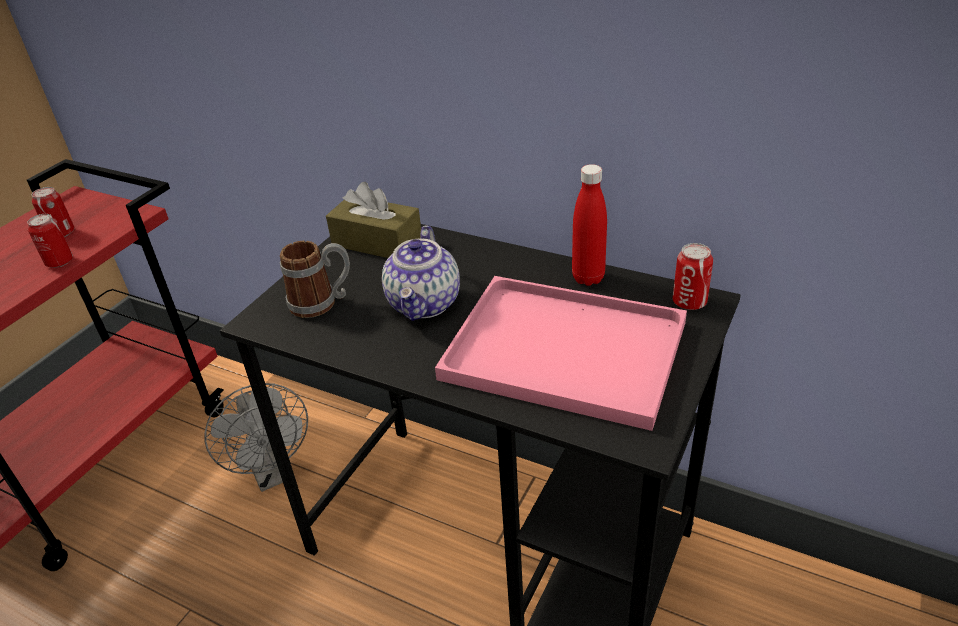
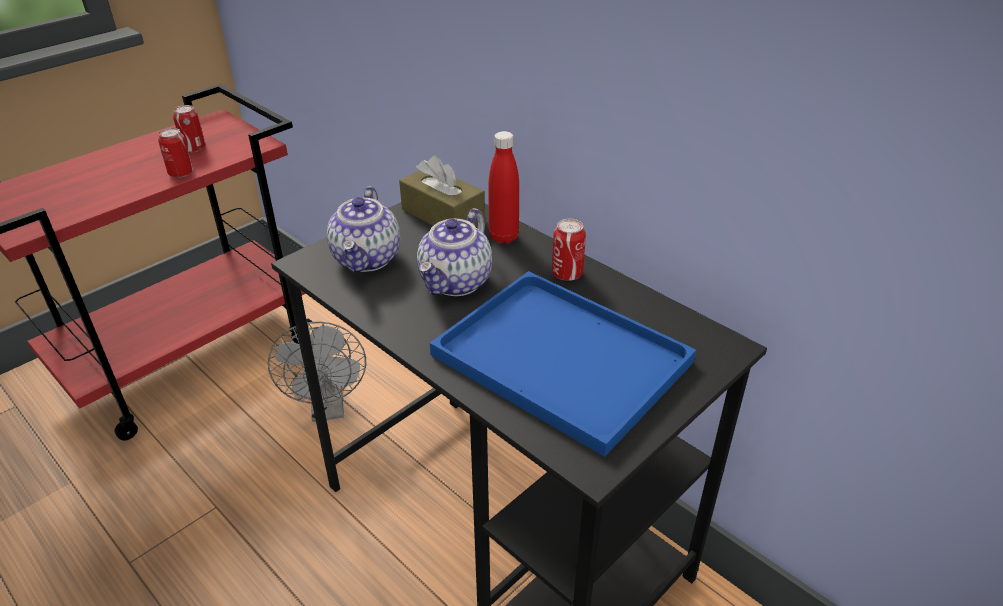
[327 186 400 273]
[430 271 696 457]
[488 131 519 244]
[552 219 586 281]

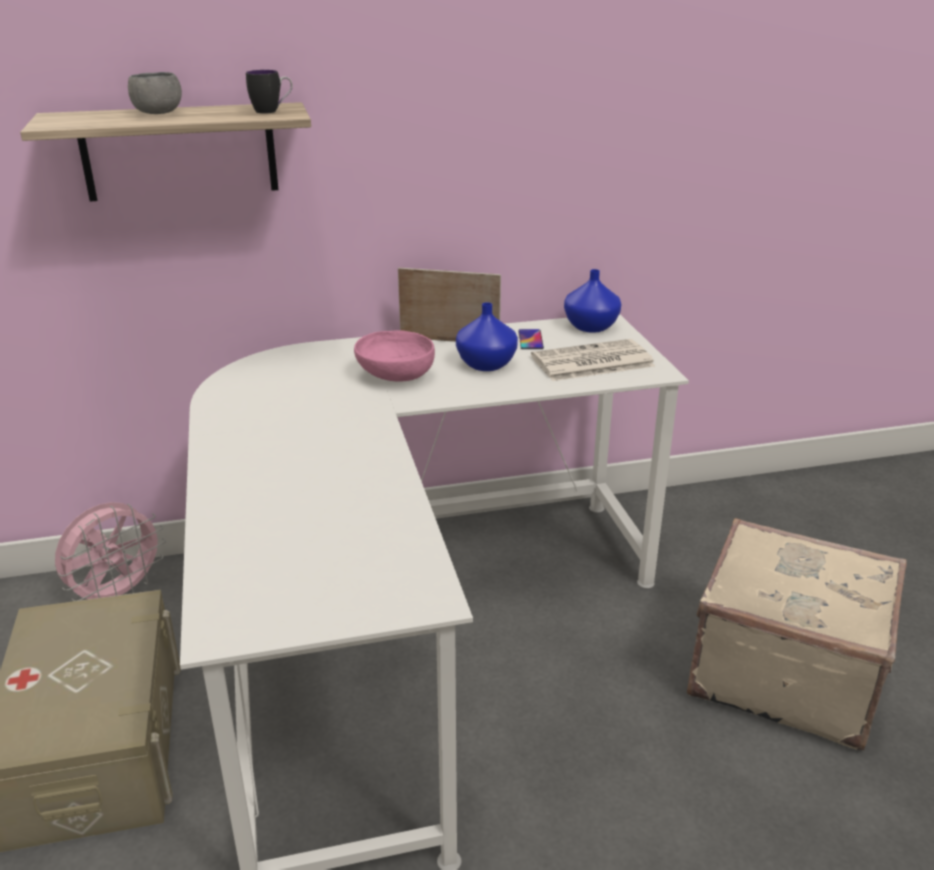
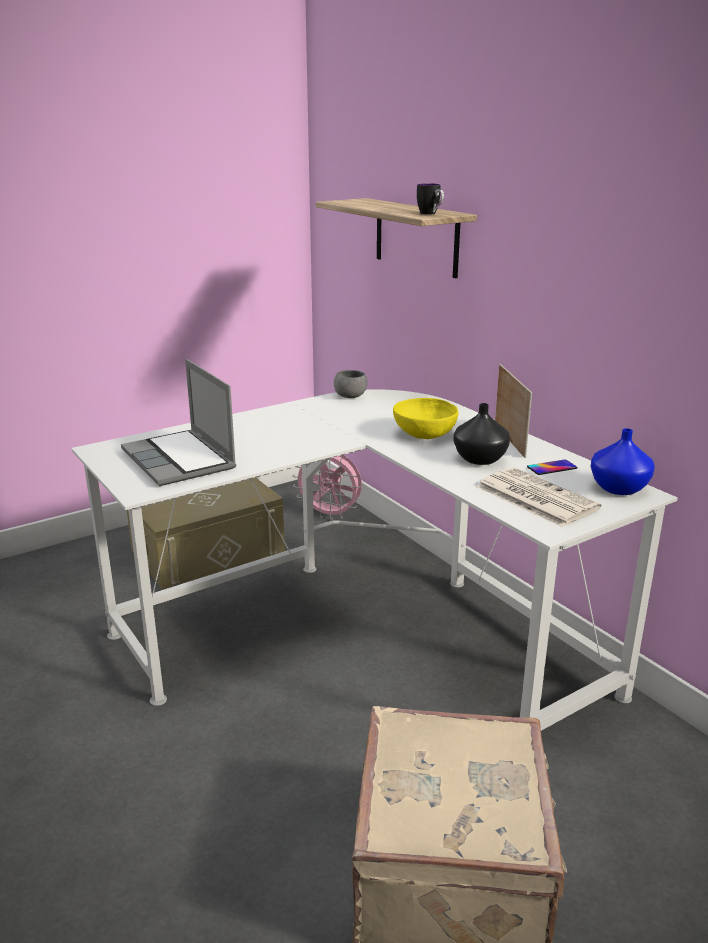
[121 359 236 486]
[334 370 368 398]
[393 398 459 439]
[454 403 510 465]

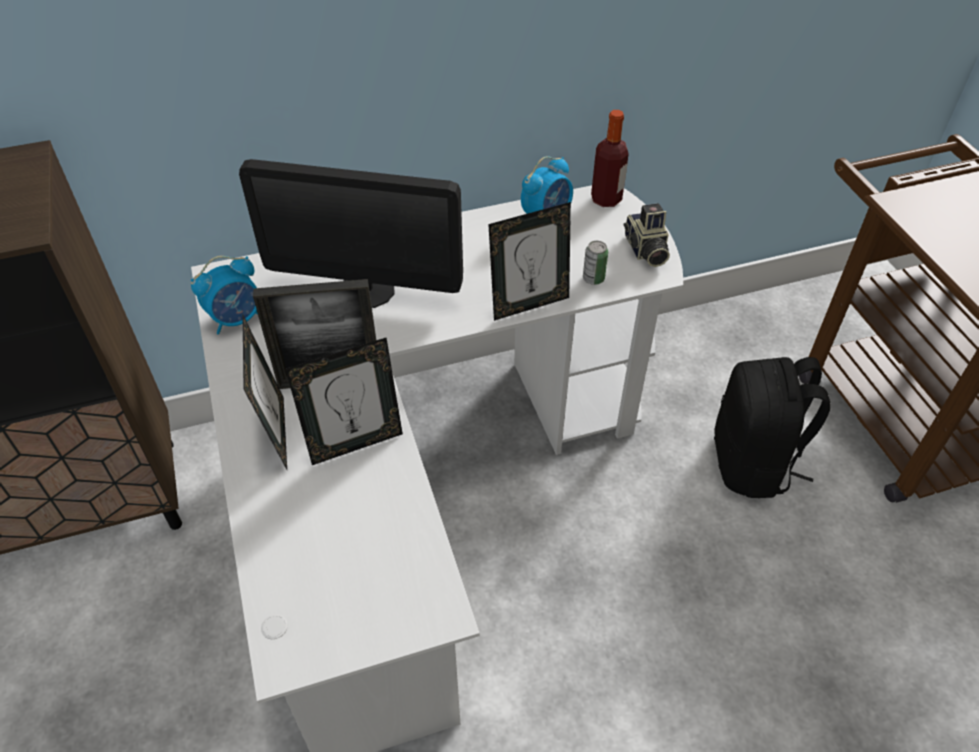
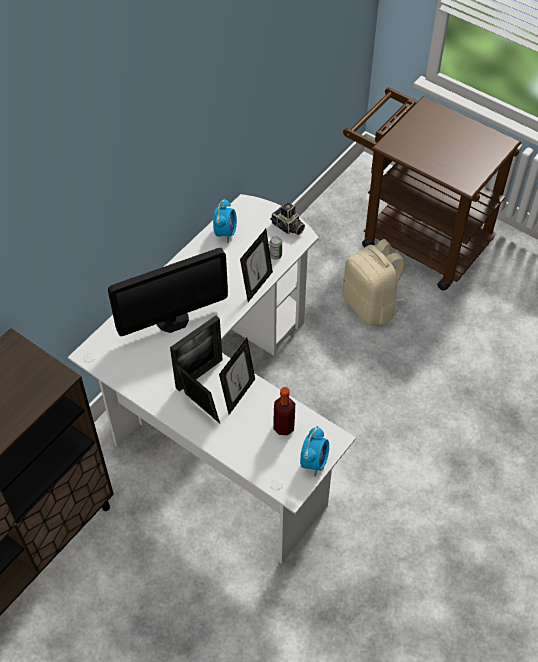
[274 387 295 436]
[300 426 329 477]
[343 239 405 326]

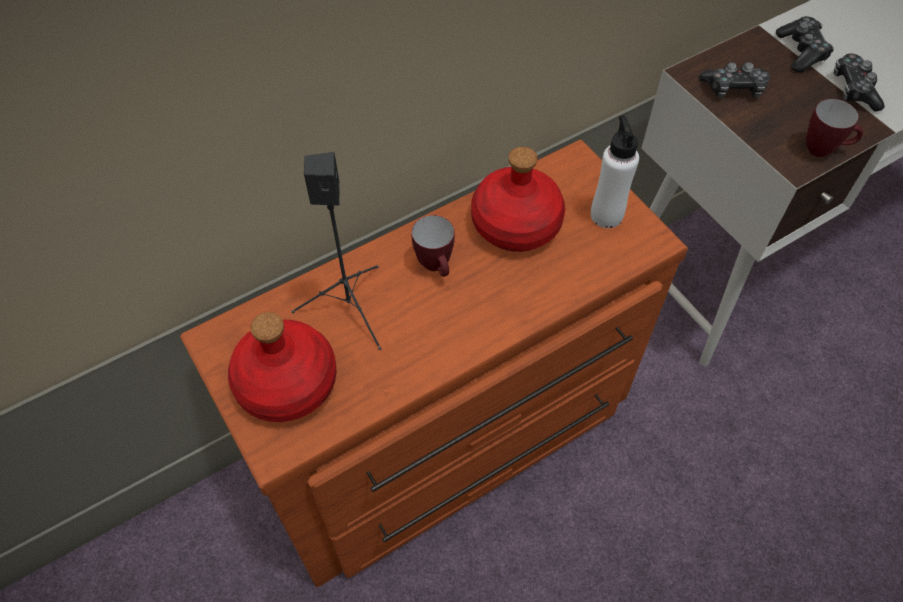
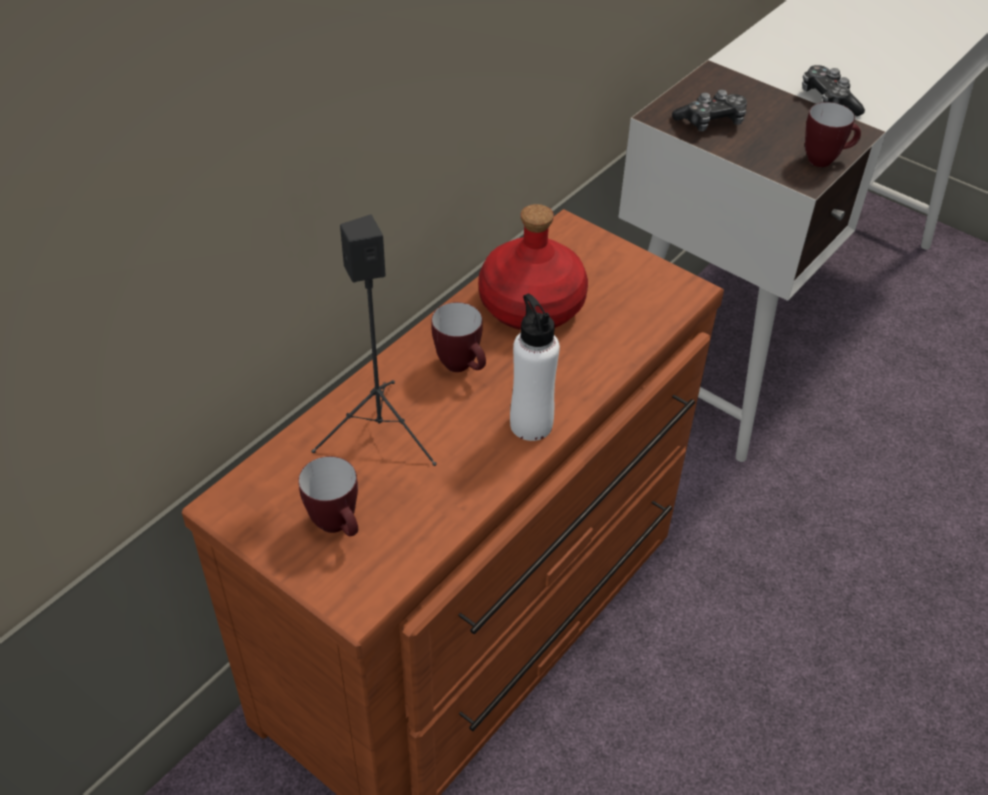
[298 456 358 536]
[510 294 560 441]
[776 16 834 72] (first image)

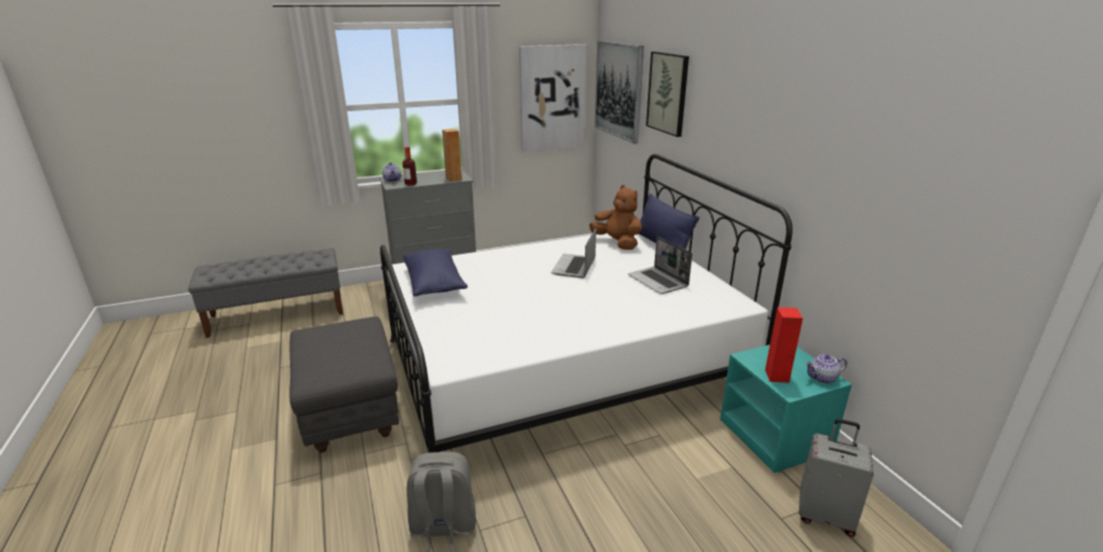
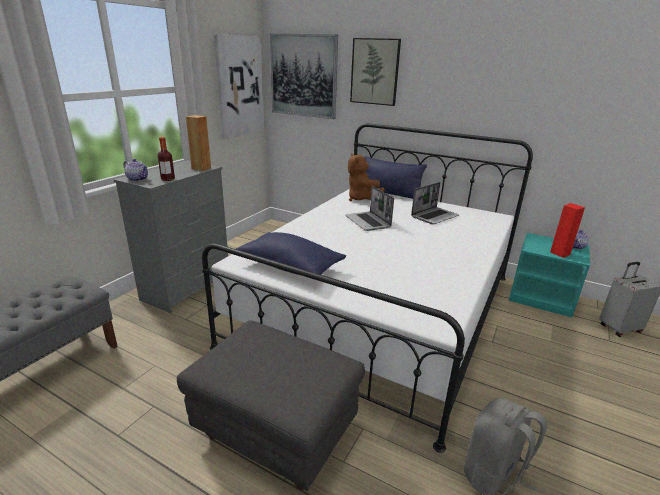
[348 153 385 201]
[411 182 459 224]

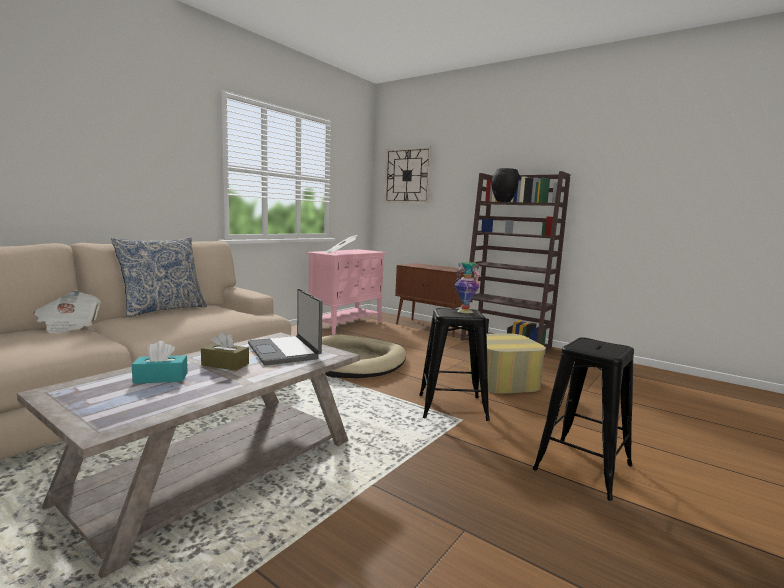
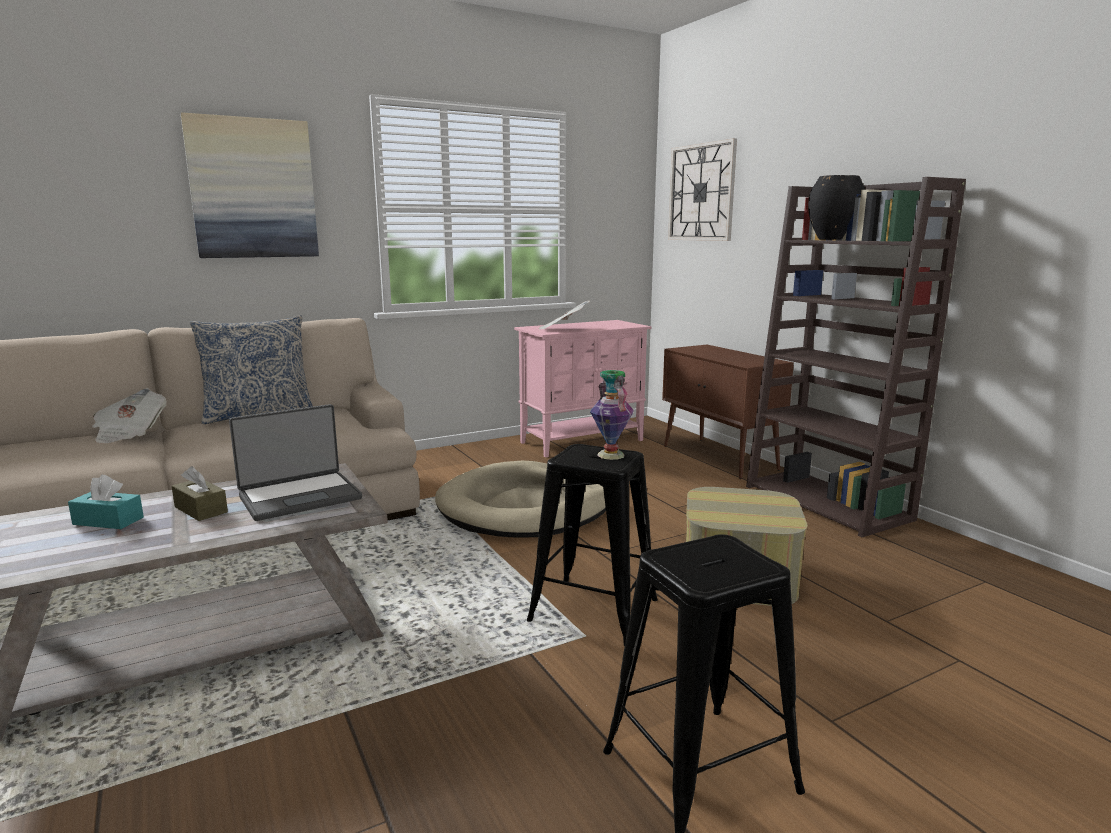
[181 112 319 258]
[229 404 362 521]

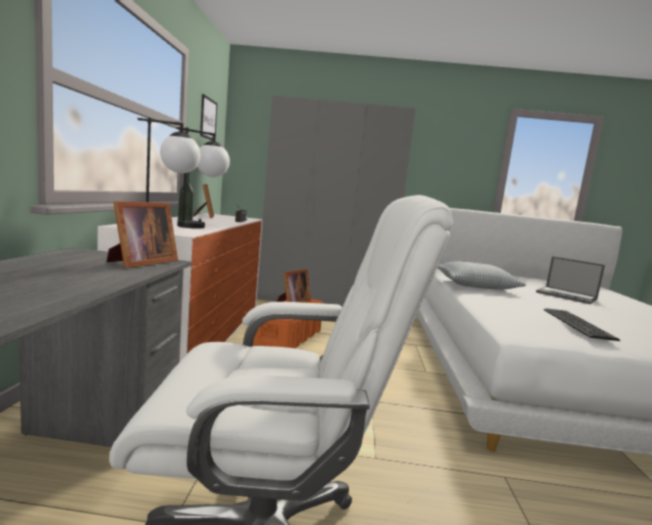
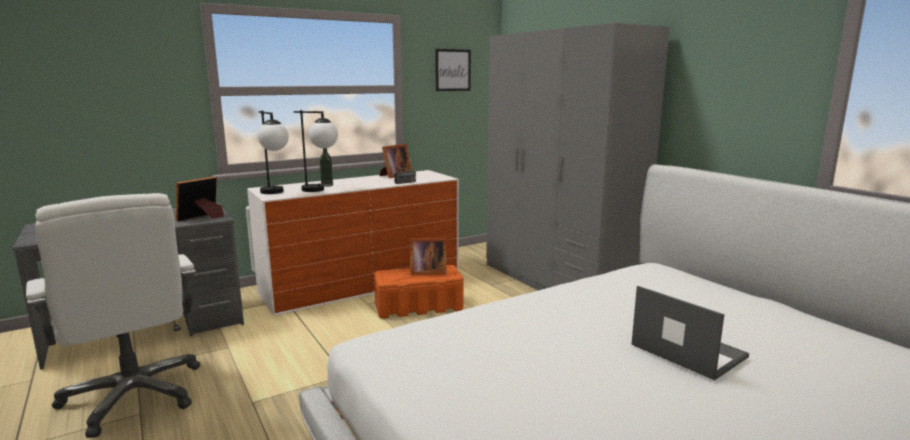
[176 176 224 221]
[631 286 749 380]
[437 261 526 290] (first image)
[544 308 620 341] (first image)

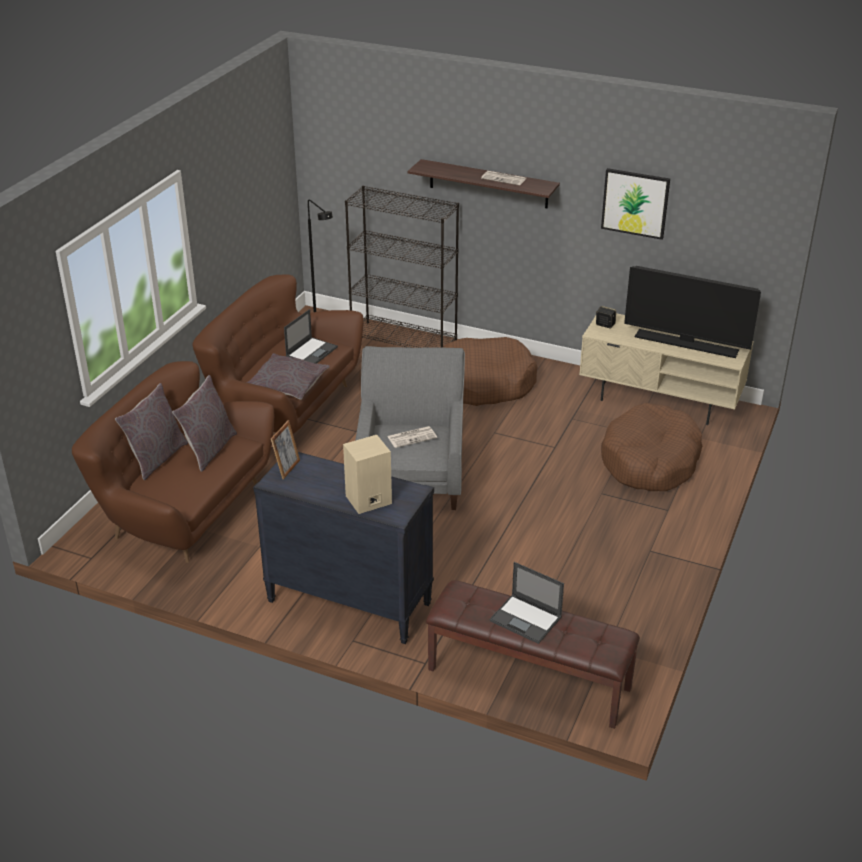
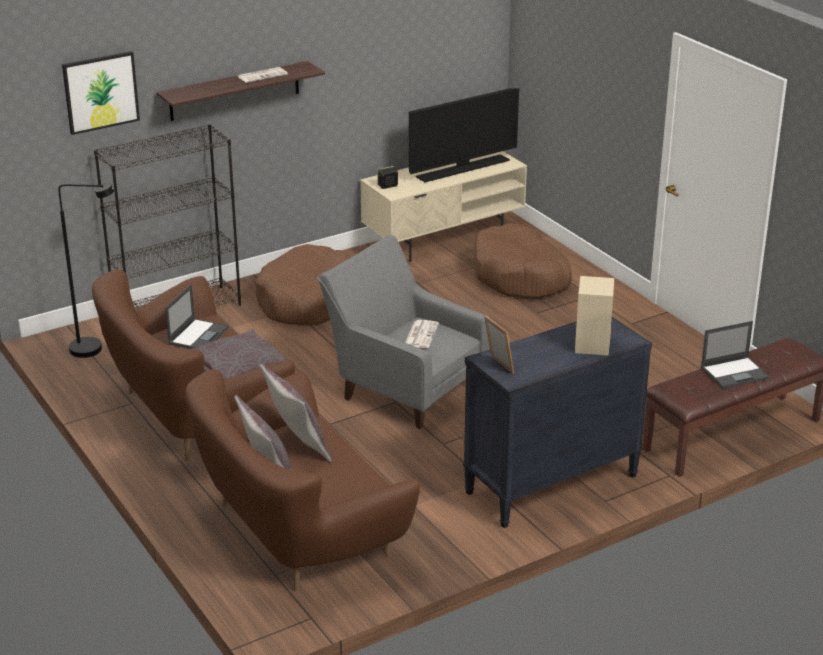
[62 51 140 135]
[165 284 229 349]

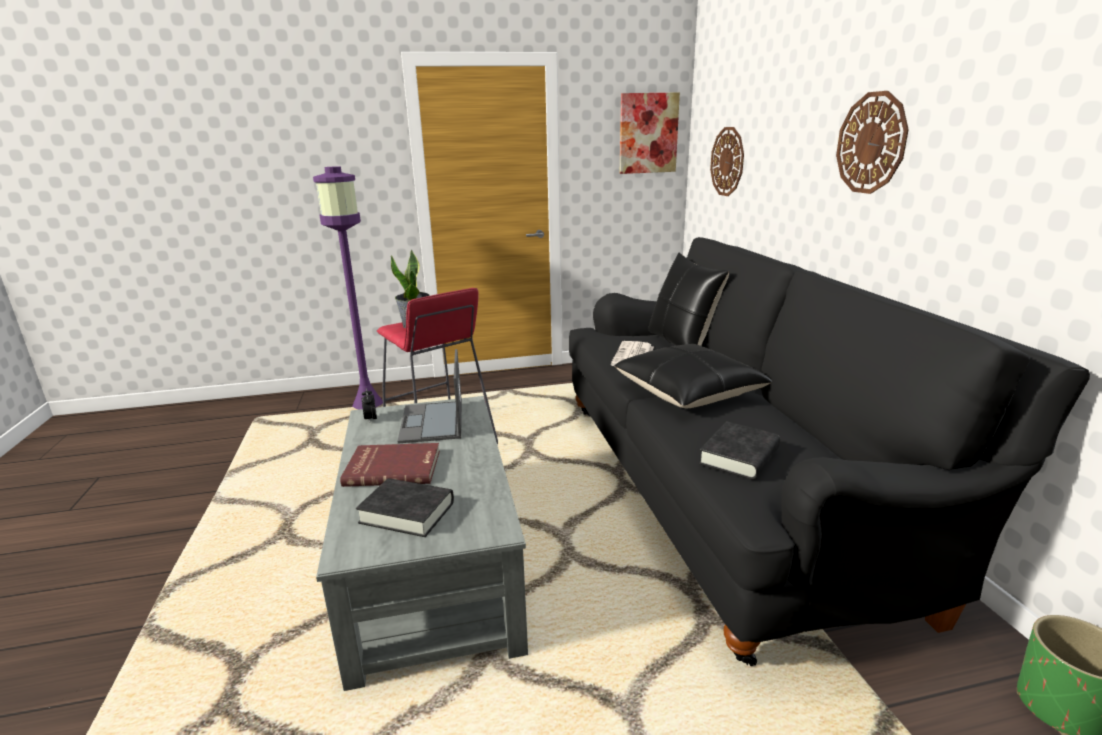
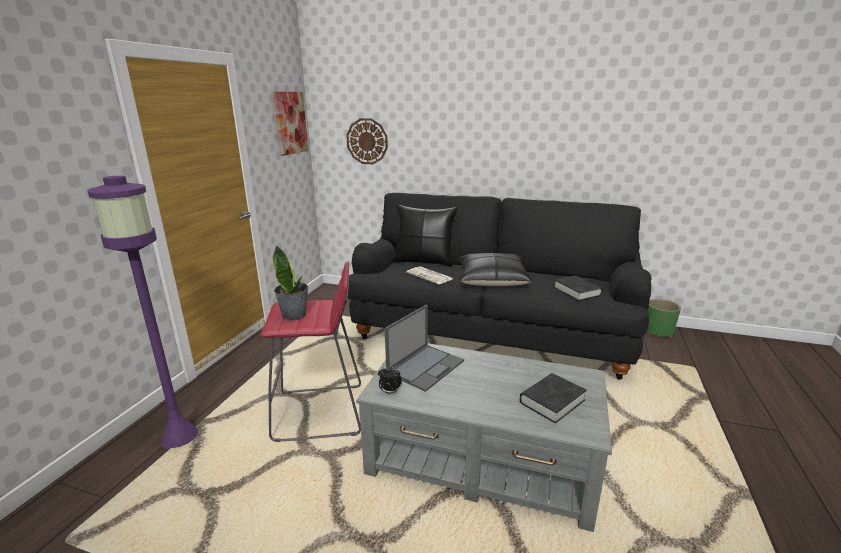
[384 304 464 392]
[340 443 440 487] (first image)
[836 91 909 194] (first image)

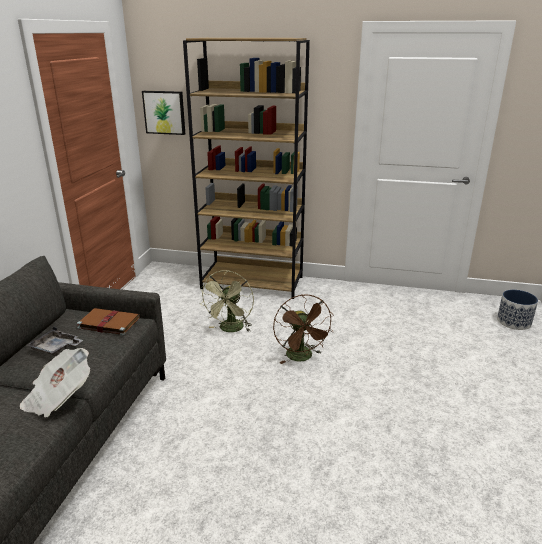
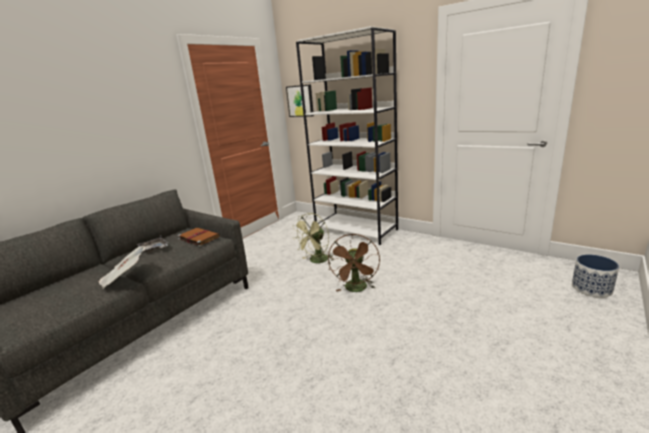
[296 26 398 245]

